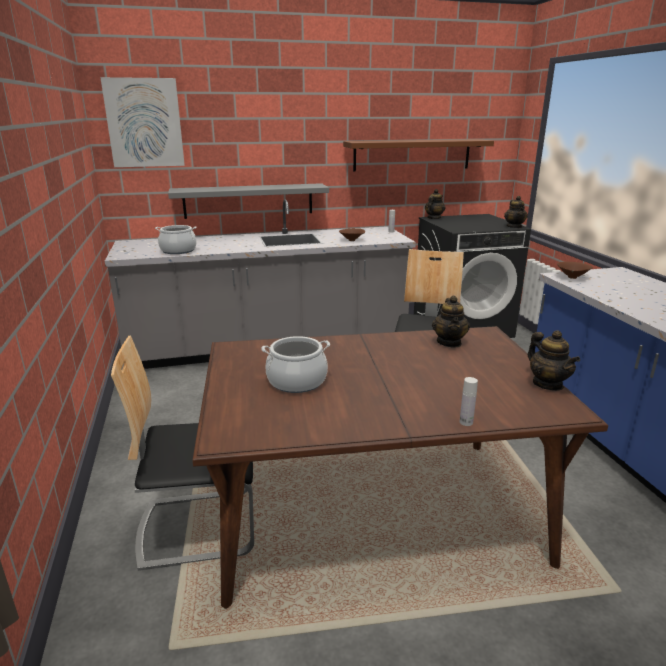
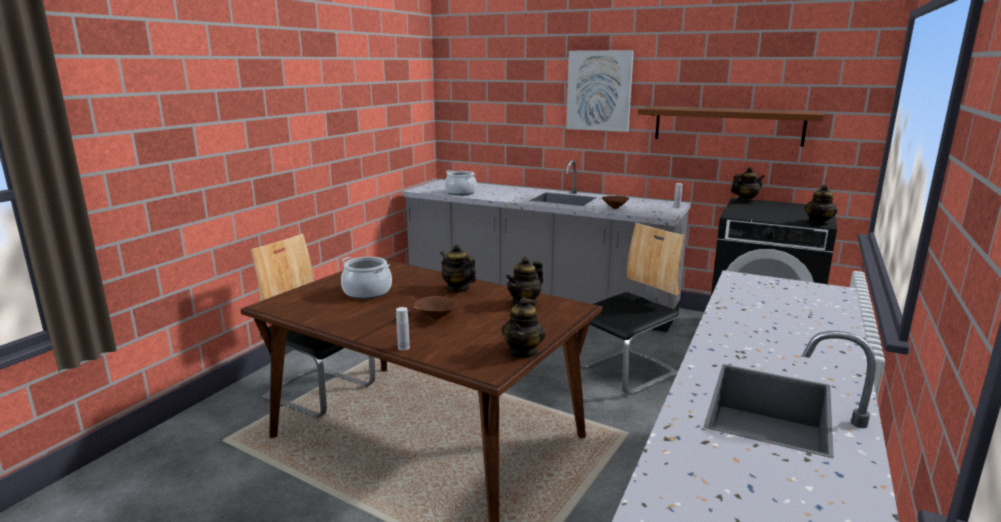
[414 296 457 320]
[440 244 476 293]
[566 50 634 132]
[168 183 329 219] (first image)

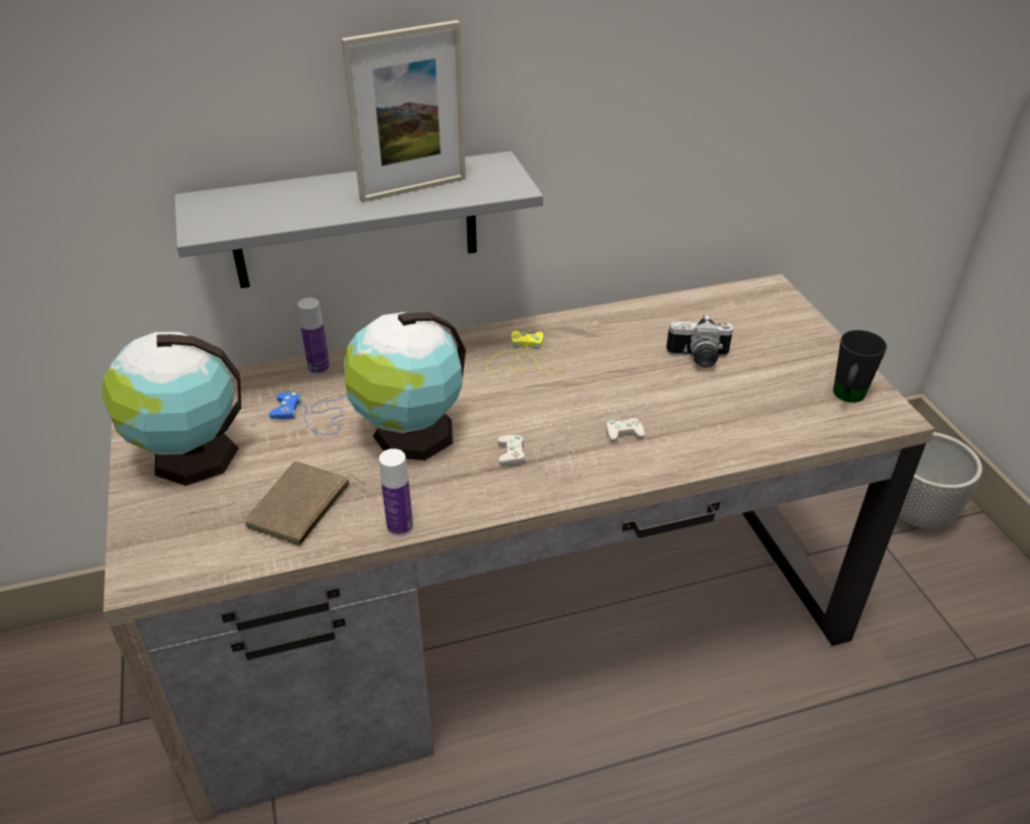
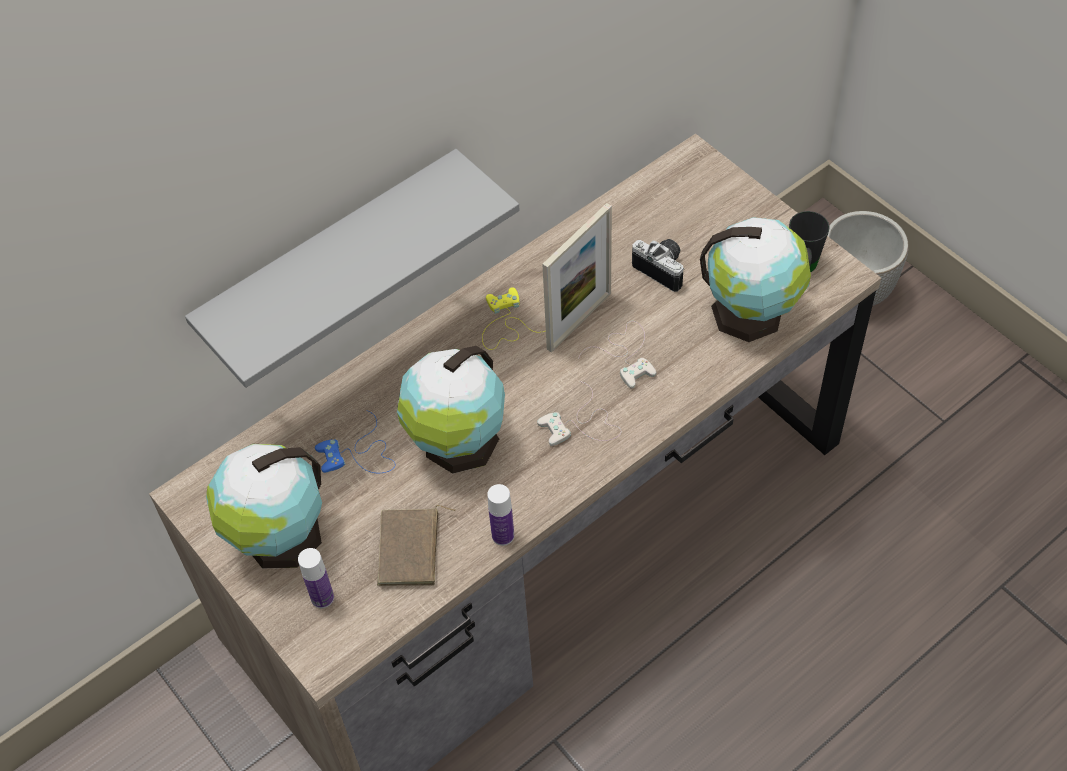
[298 548 334 608]
[542 203 612 353]
[632 239 685 292]
[700 217 811 342]

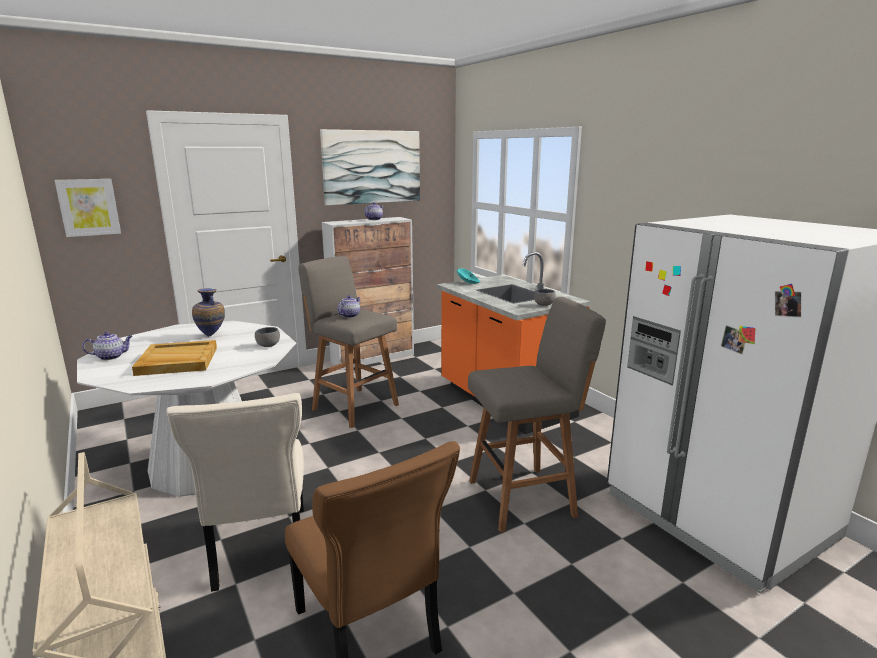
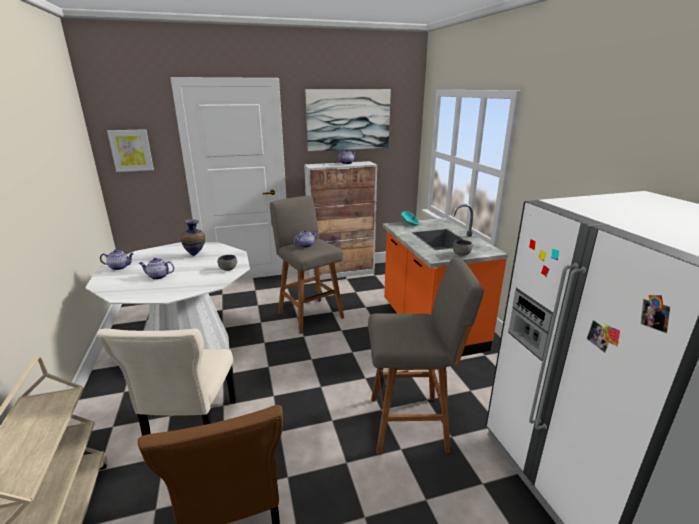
[139 258 174 280]

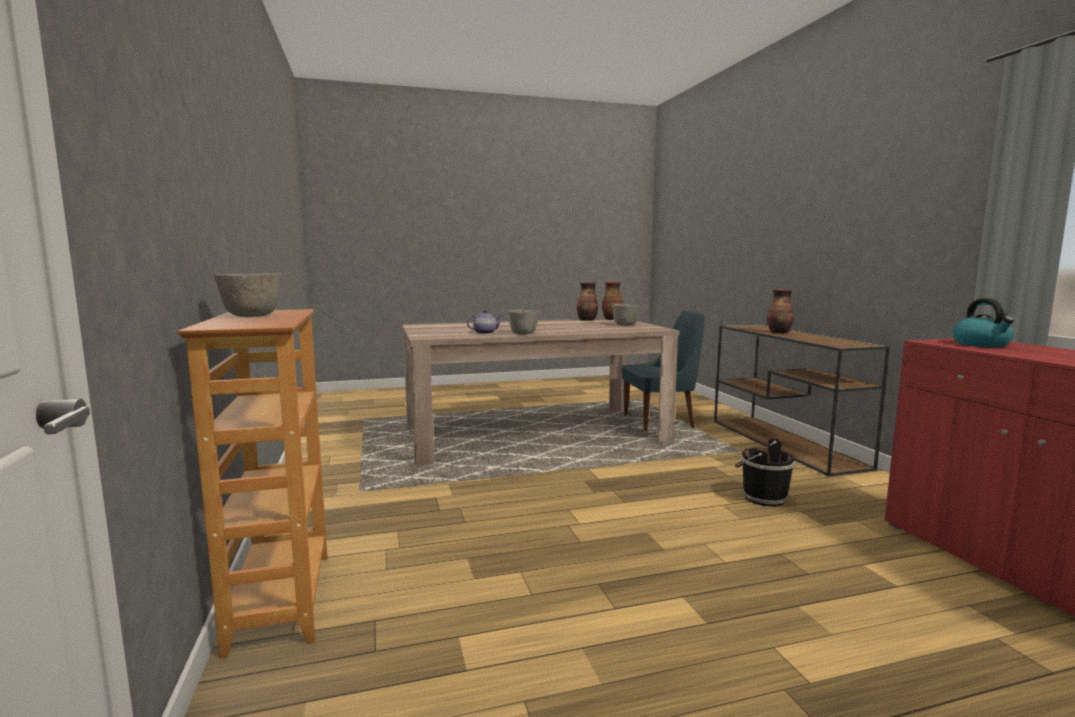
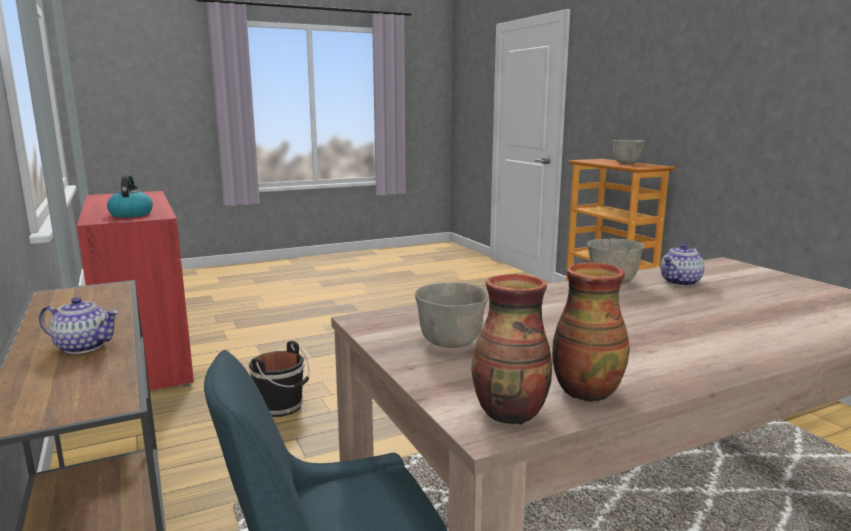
[39 297 119 354]

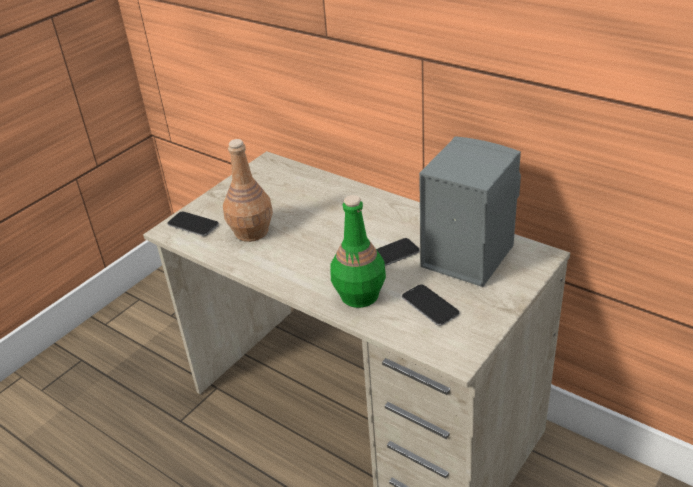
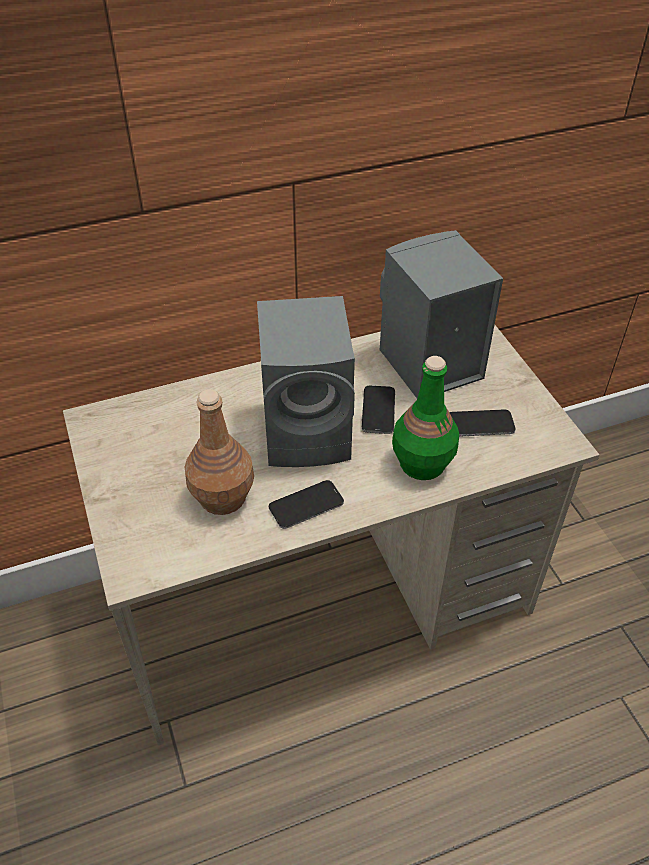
[257 296 355 467]
[268 480 344 529]

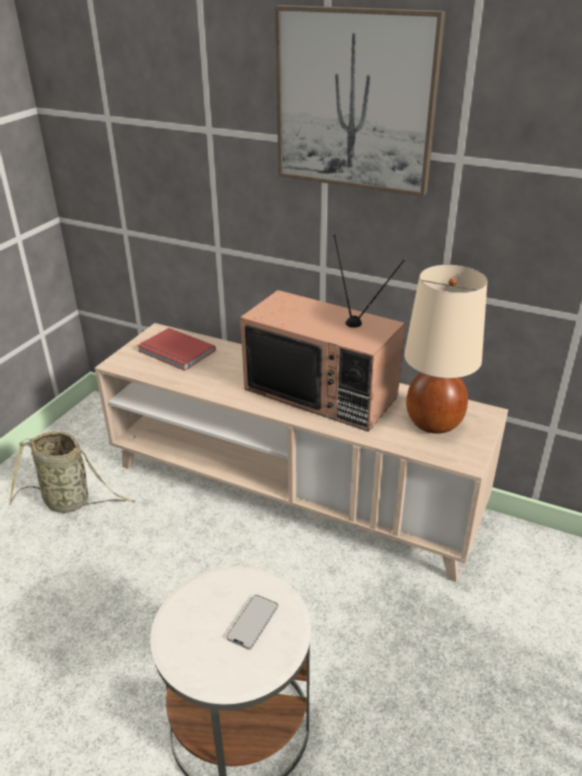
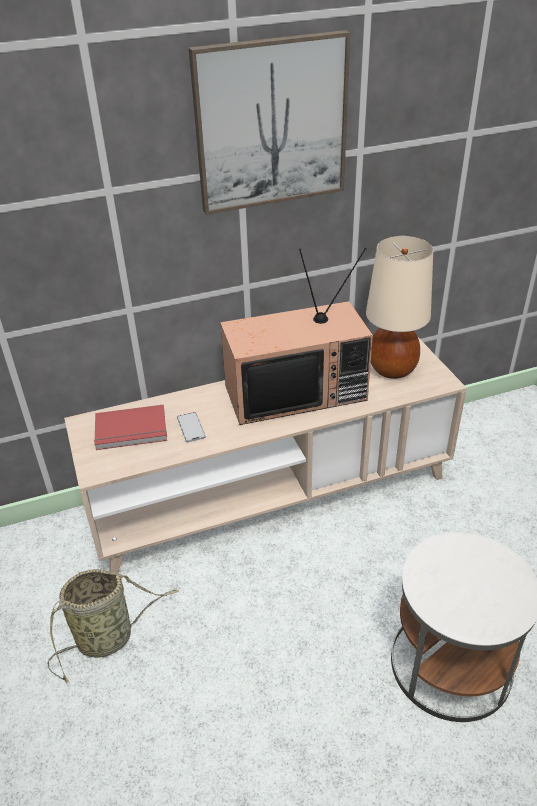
[177 412 205 442]

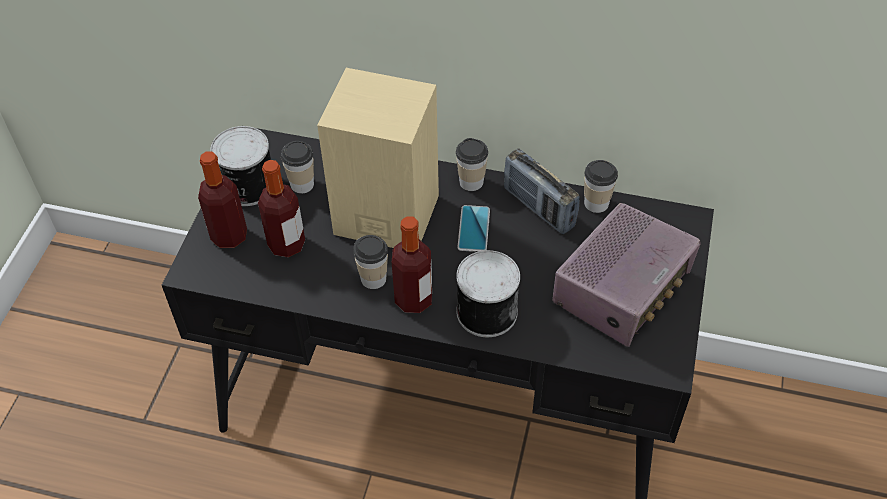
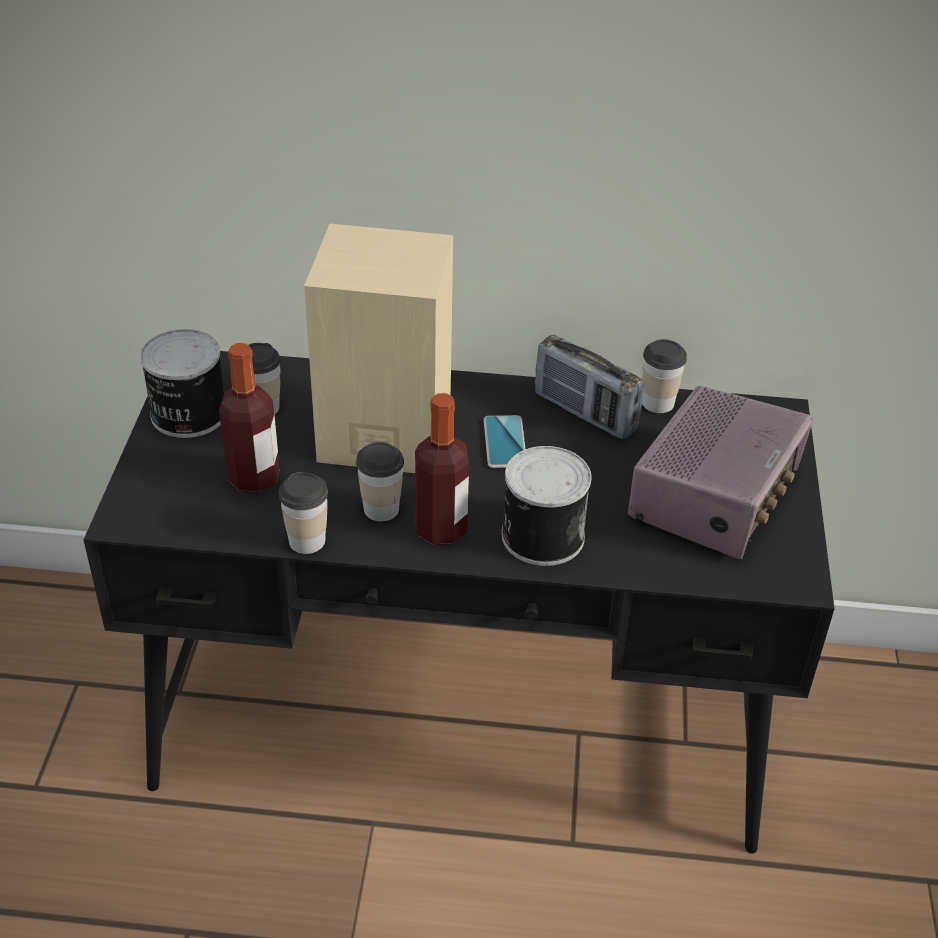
[279 472 328 554]
[198 151 247 248] (first image)

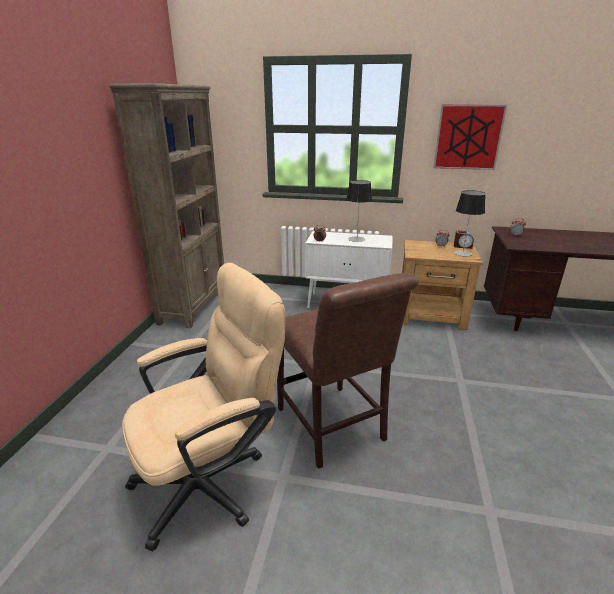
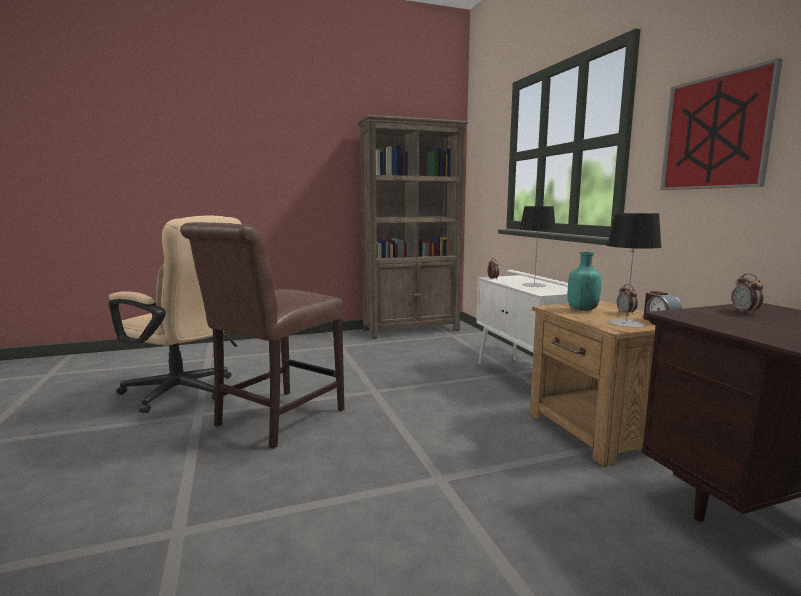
[568 252 602 311]

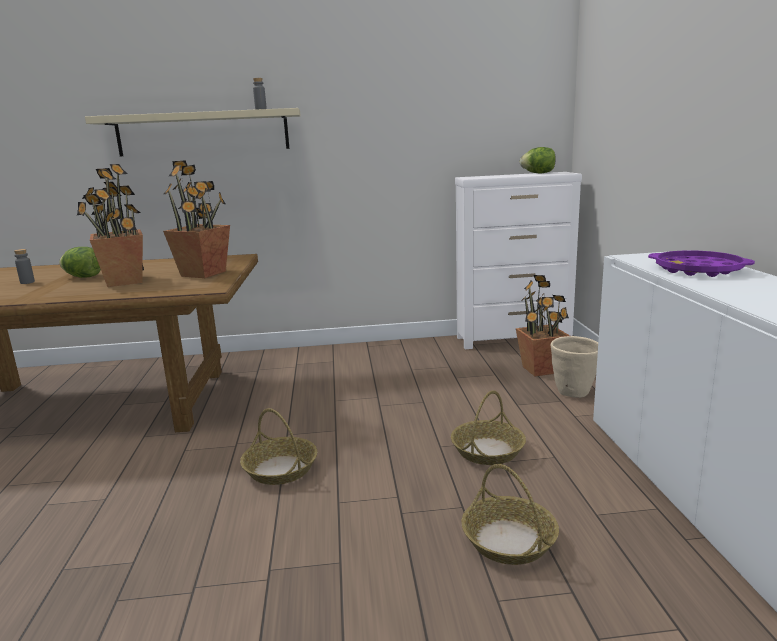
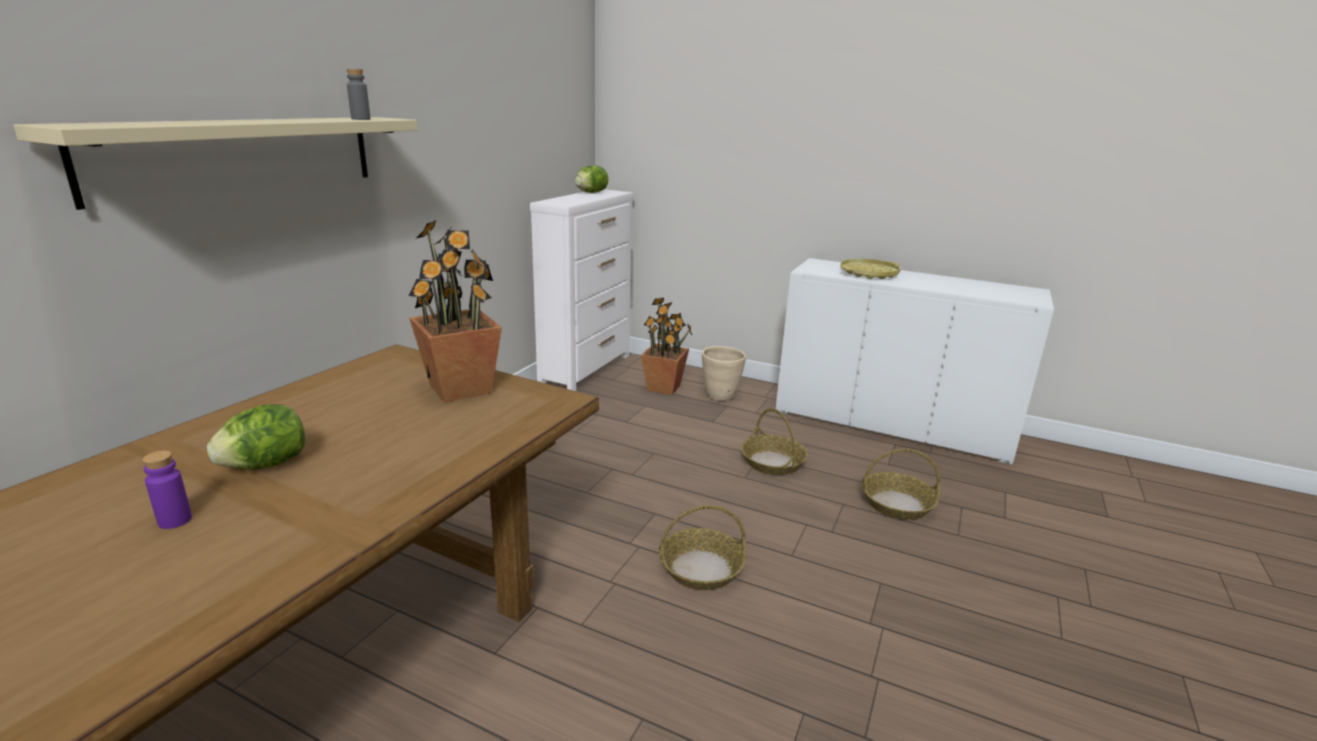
[142 451 192 529]
[841 259 901 279]
[77 164 144 287] (first image)

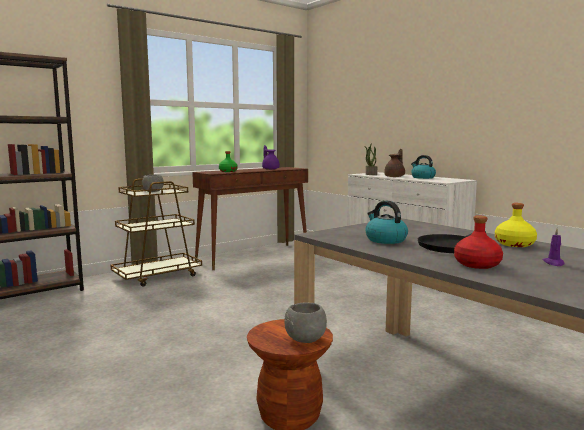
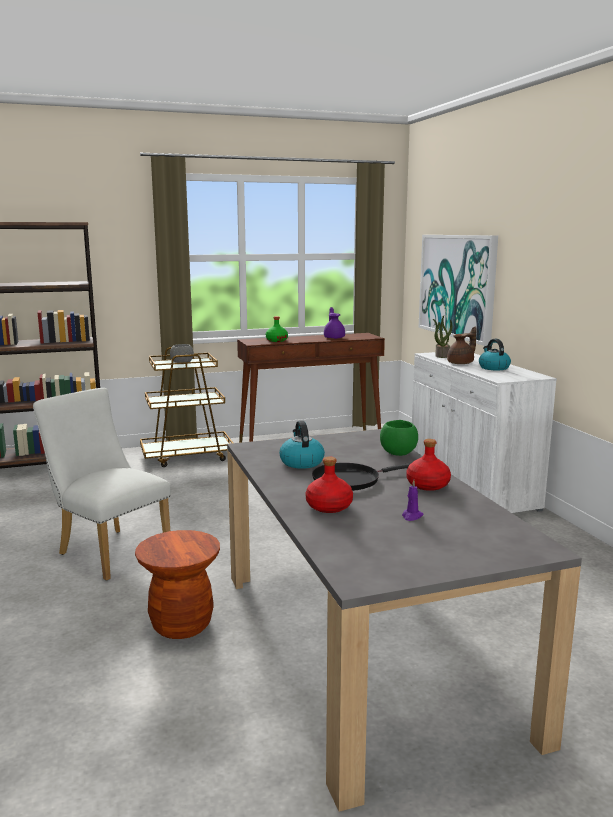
[33 388 171 581]
[380 420 418 456]
[406 439 451 491]
[419 235 498 346]
[284 302 327 343] (first image)

